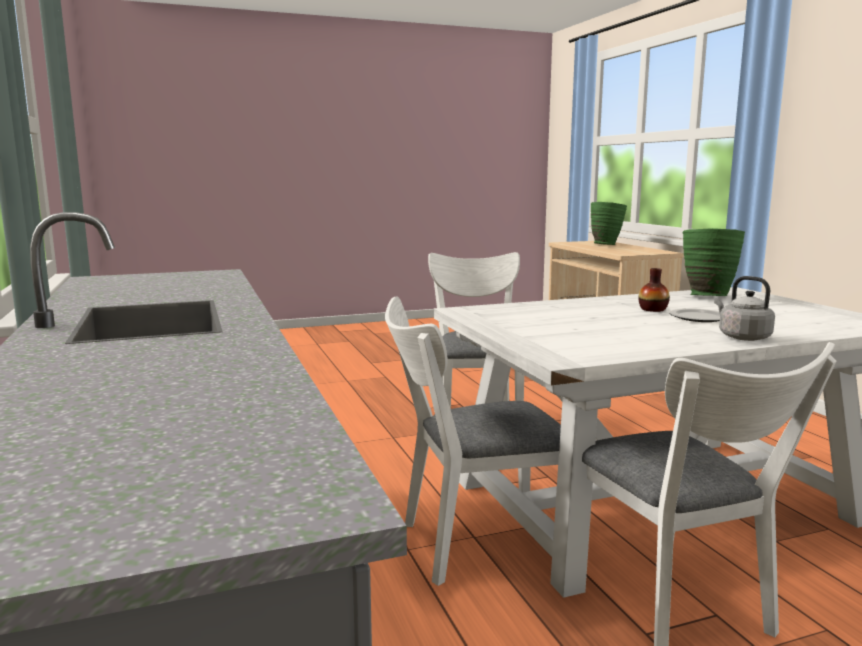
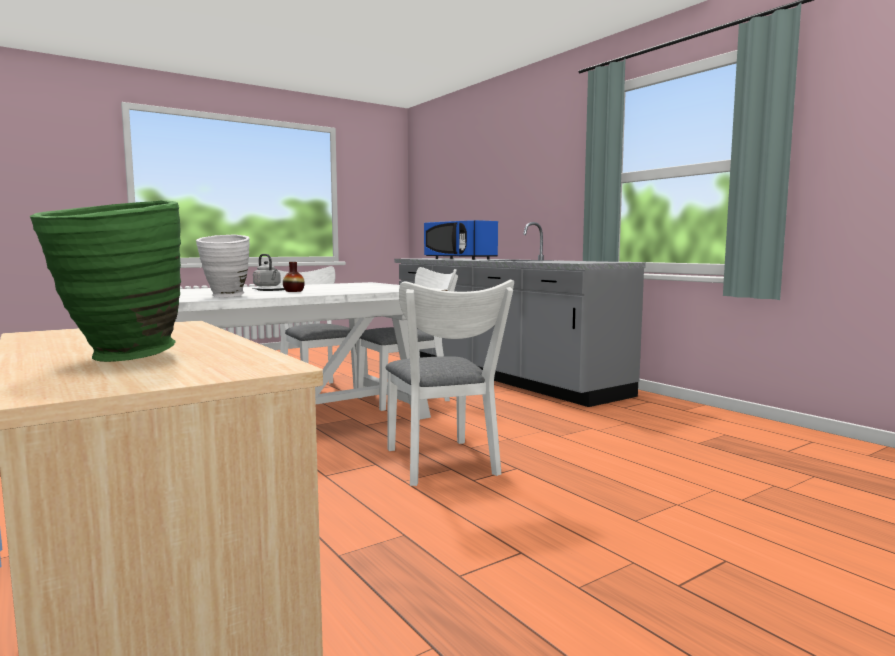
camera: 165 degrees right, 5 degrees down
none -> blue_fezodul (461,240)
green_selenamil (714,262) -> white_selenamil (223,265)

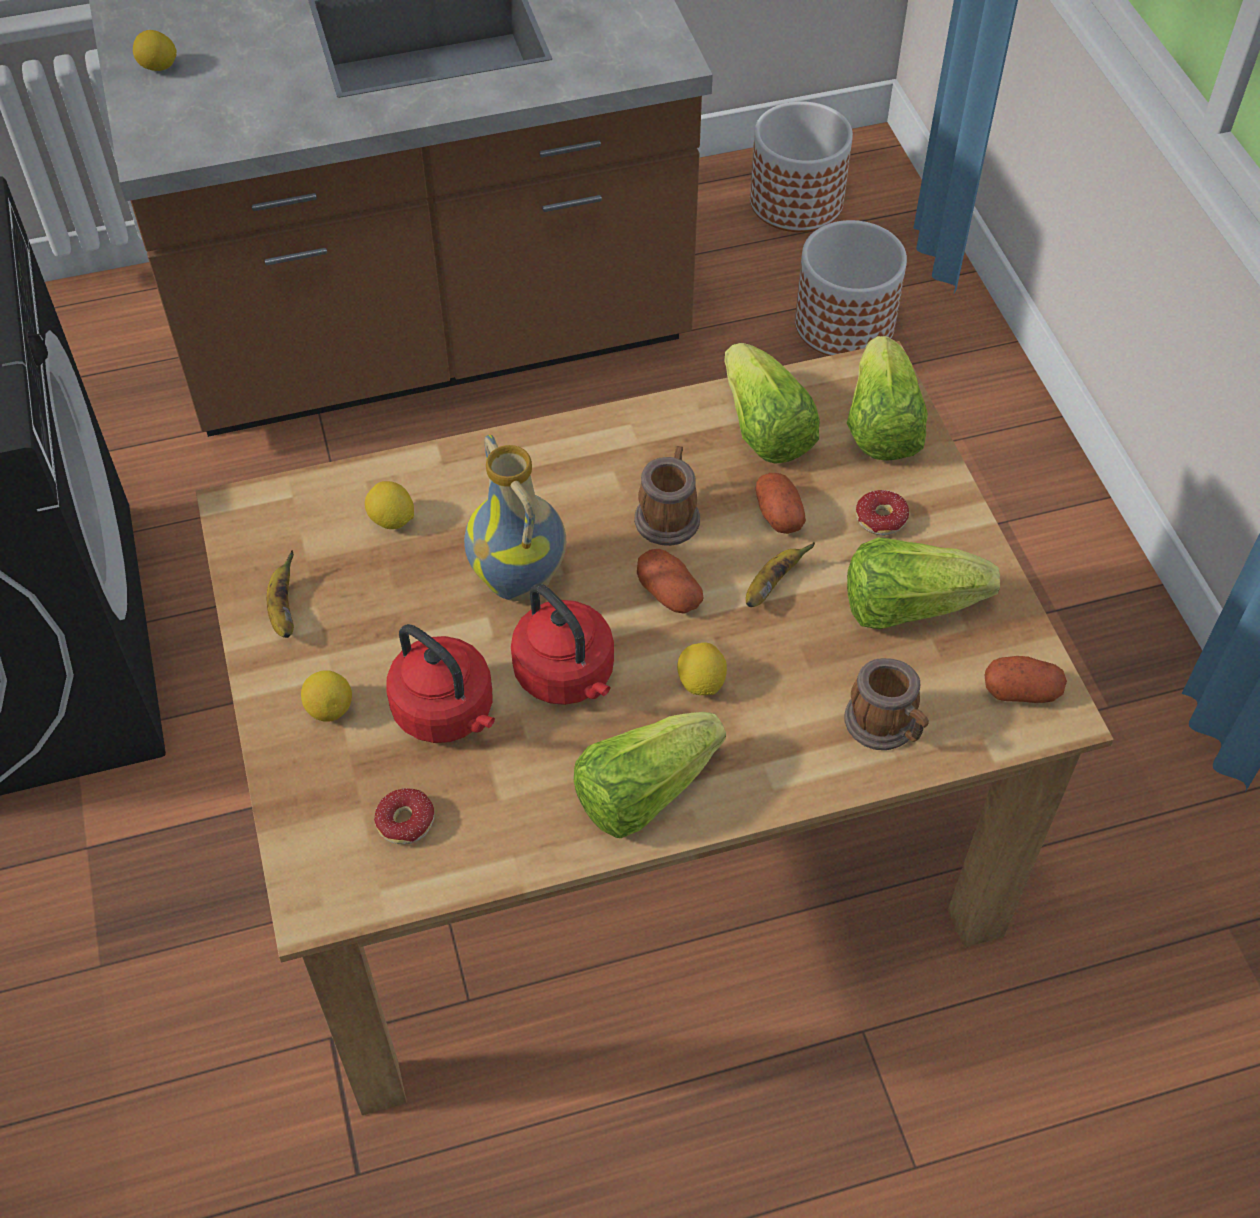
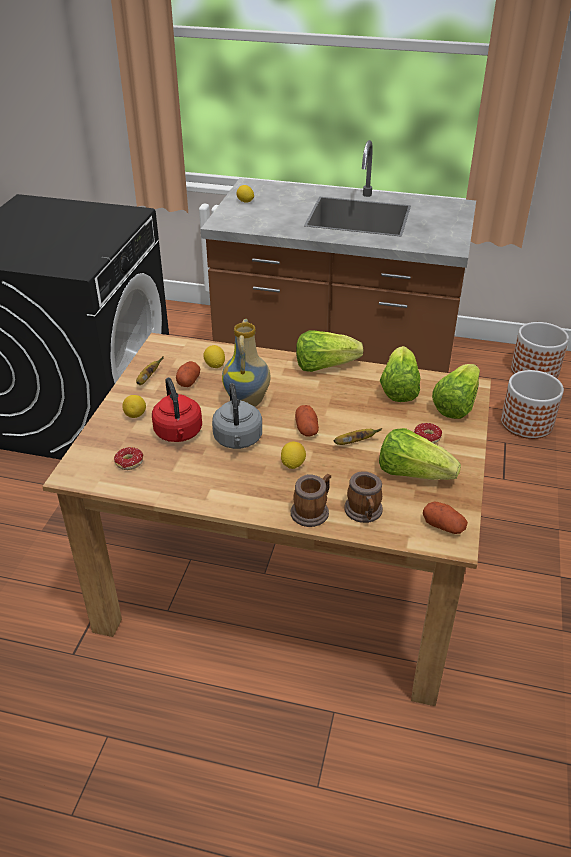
camera: 30 degrees right, 15 degrees down
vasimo (650,775) -> vasimo (330,351), moved
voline (667,496) -> voline (311,500), moved
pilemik (781,503) -> pilemik (188,374), moved
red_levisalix (562,644) -> grey_levisalix (237,416)

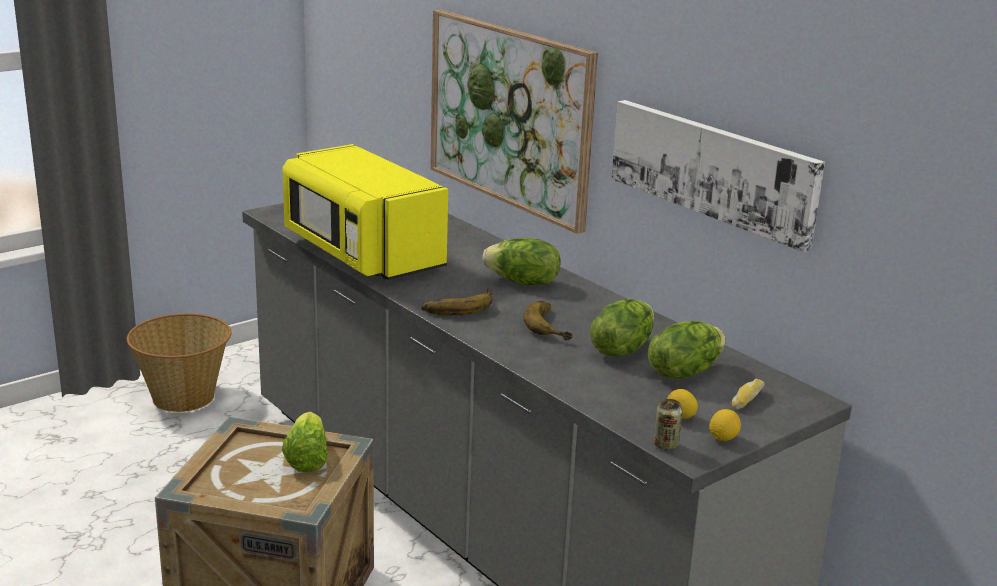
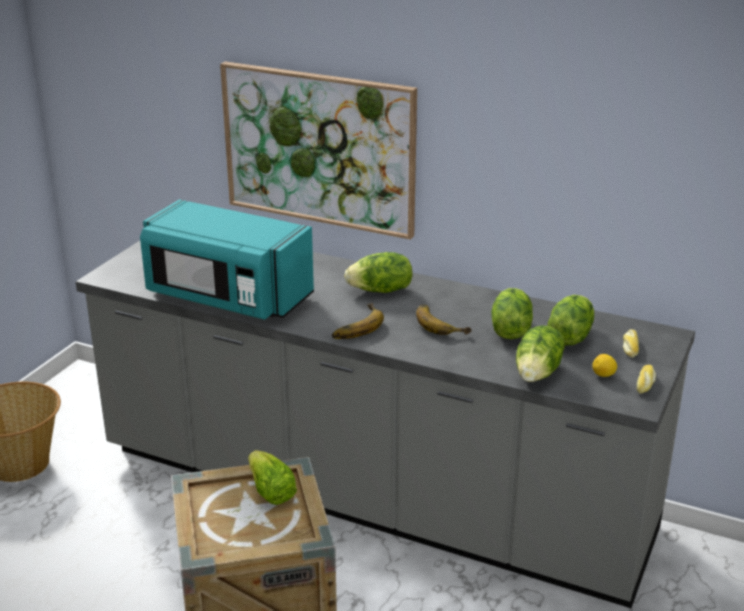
camera: 25 degrees left, 5 degrees up
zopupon (718,176) -> none
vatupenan (668,424) -> none
none -> vasimo (540,353)
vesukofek (725,425) -> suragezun (646,379)
yellow_fezodul (365,212) -> turquoise_fezodul (227,259)

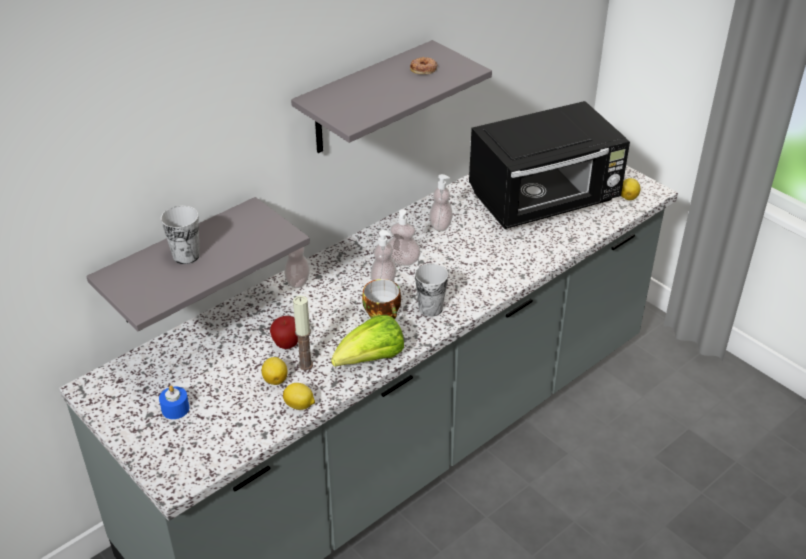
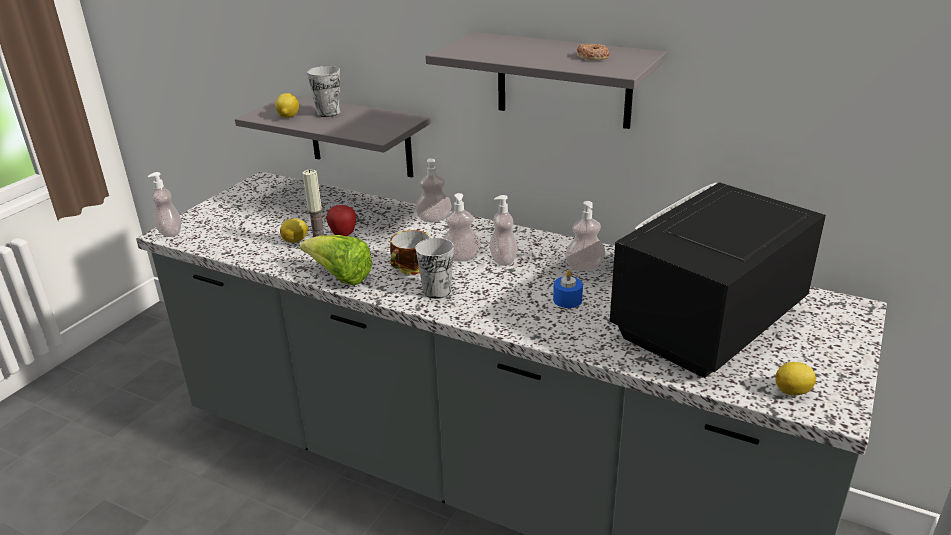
camera: 70 degrees right, 10 degrees down
none -> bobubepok (164,204)
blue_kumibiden (174,402) -> blue_kumibiden (568,289), moved
vesukofek (299,396) -> vesukofek (287,105), moved
black_fezodul (549,165) -> black_fezodul (718,280), 90 degrees clockwise

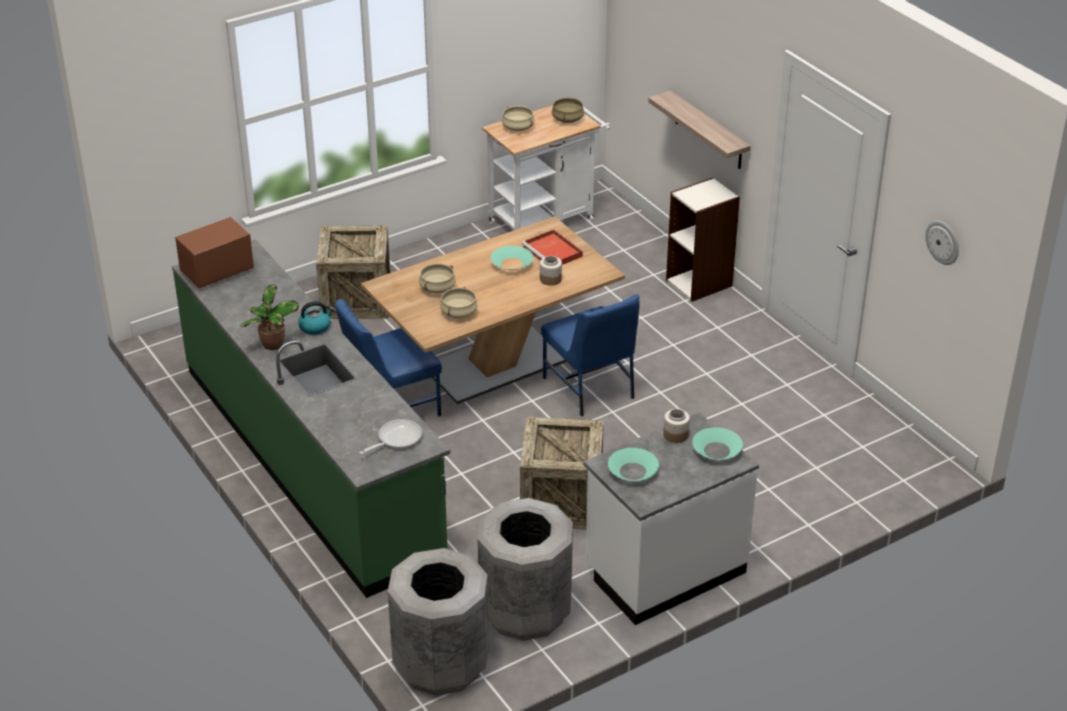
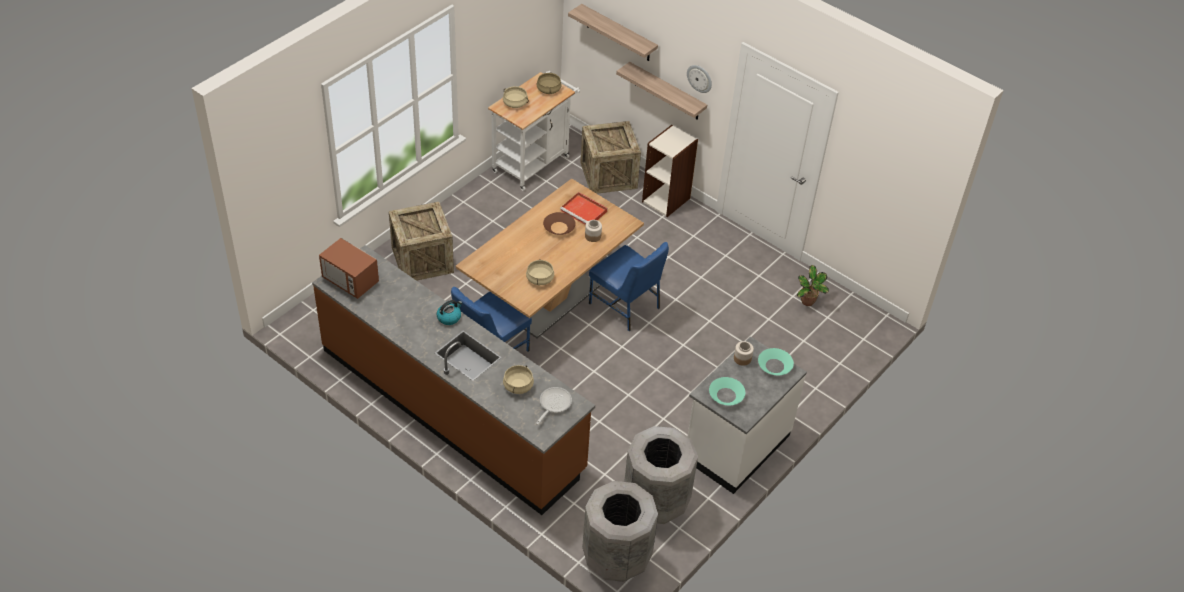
camera: 20 degrees left, 10 degrees up
none -> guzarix (613,32)
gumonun (269,317) -> gumonun (813,285), moved
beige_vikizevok (437,278) -> beige_vikizevok (518,379), moved
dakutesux (562,473) -> dakutesux (610,157), moved
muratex (942,242) -> muratex (699,79), moved
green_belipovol (311,418) -> brown_belipovol (453,380)
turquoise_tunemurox (512,258) -> brown_tunemurox (559,223)
fezodul (214,252) -> fezodul (349,268), 90 degrees counterclockwise

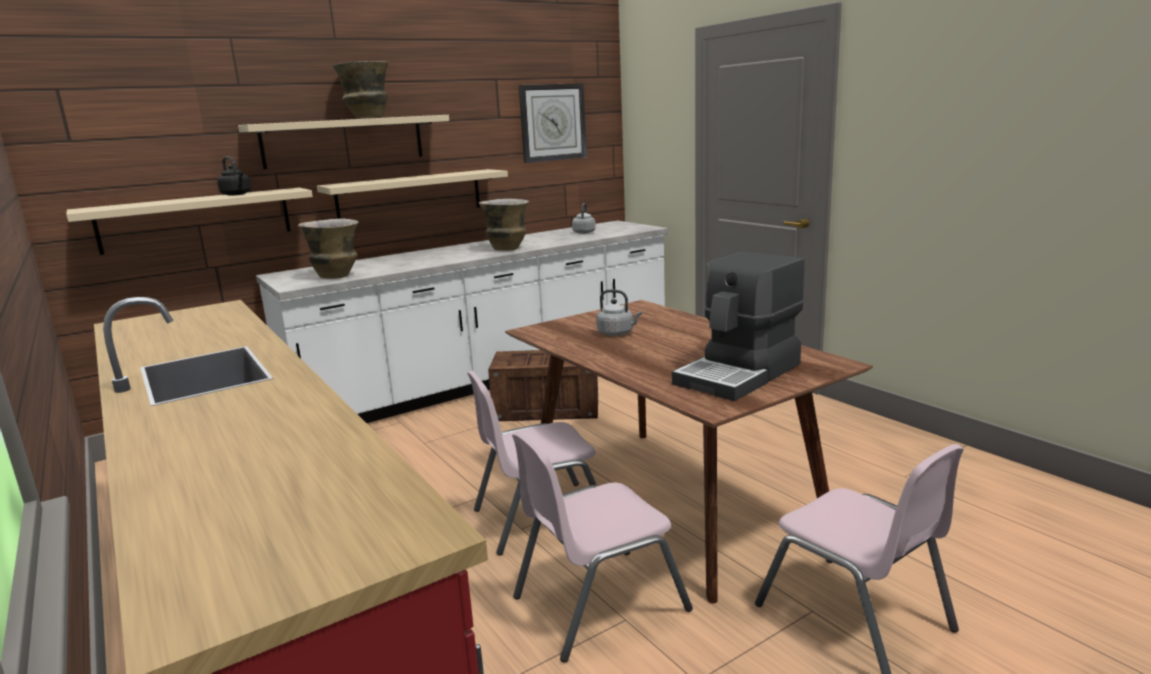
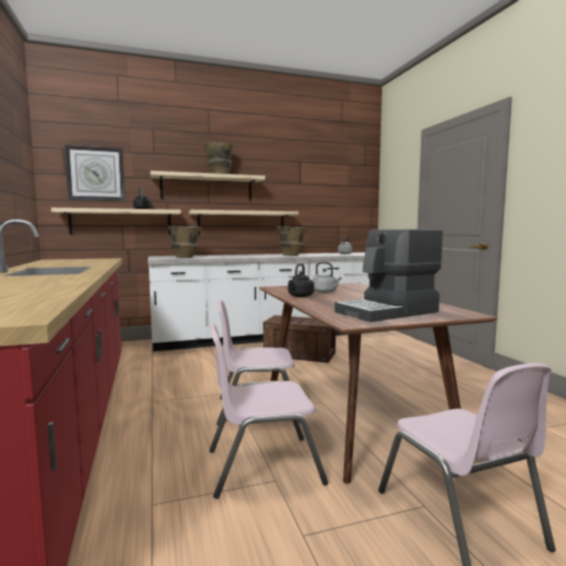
camera: 15 degrees right, 10 degrees down
none -> black_levisalix (301,280)
muratex (553,123) -> muratex (95,173), moved

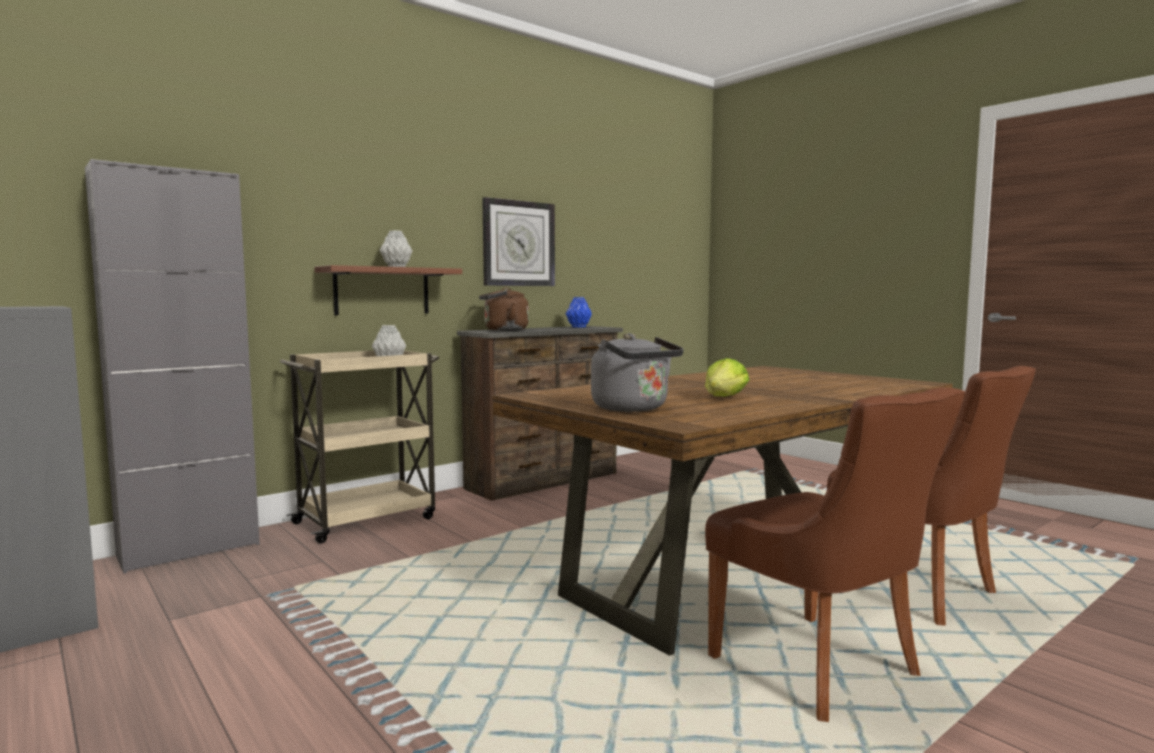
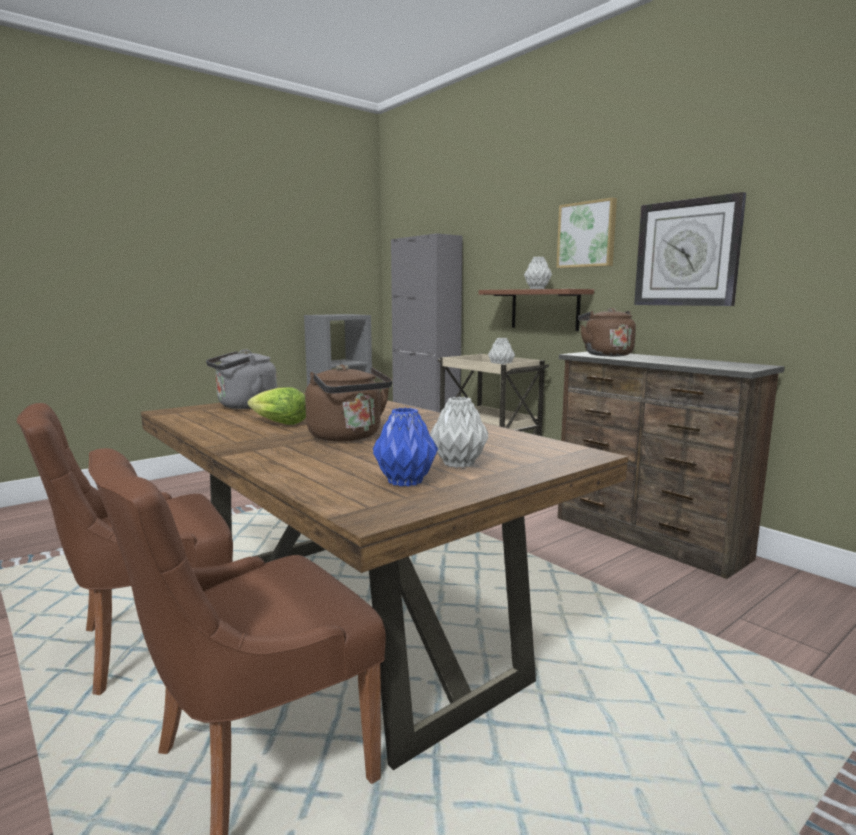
camera: 90 degrees right, 5 degrees up
none -> brown_levisalix (348,403)
none -> grey_selenamil (459,432)
none -> zopupon (586,232)
blue_selenamil (579,312) -> blue_selenamil (405,447), moved

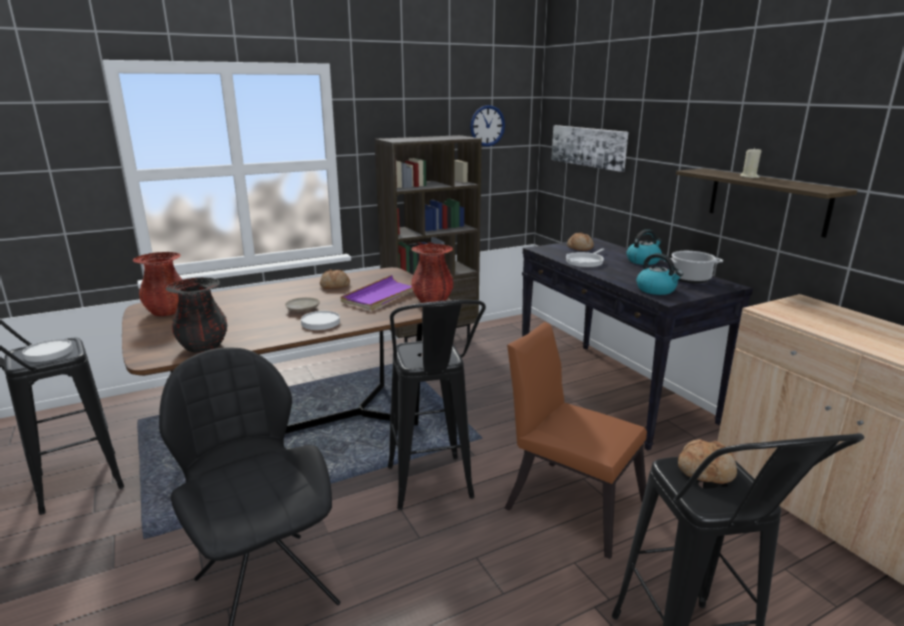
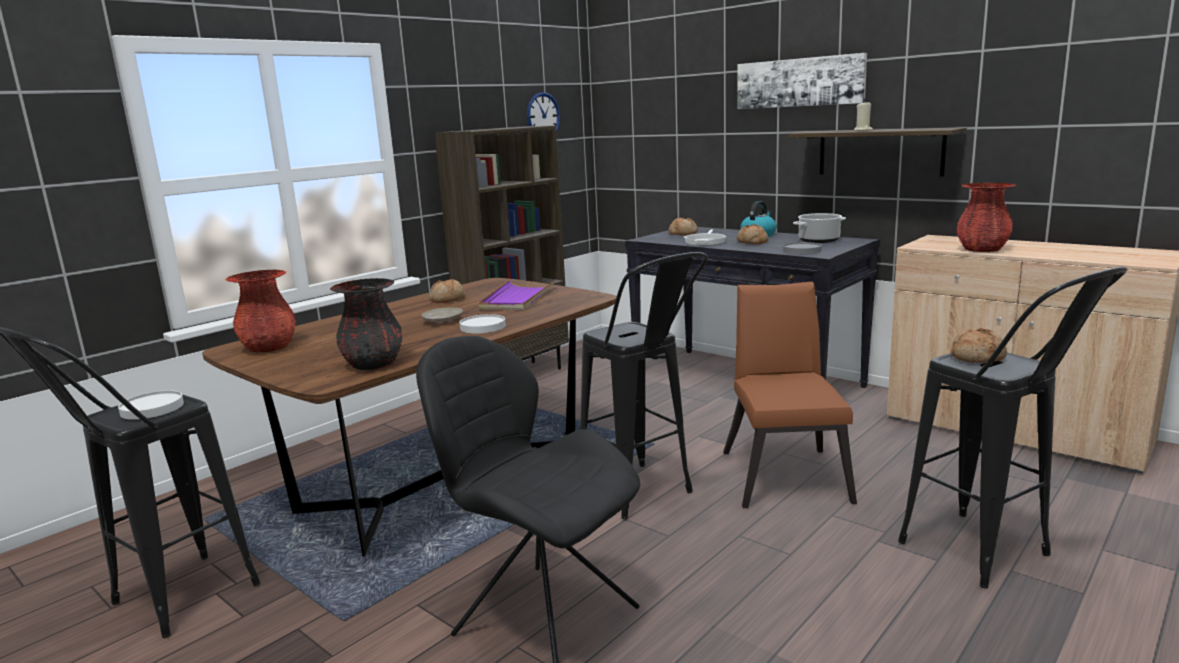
camera: 20 degrees left, 5 degrees down
none -> suragezun (752,234)
red_selenamil (432,273) -> red_selenamil (986,217), moved
zopupon (589,148) -> zopupon (802,81), moved
levisalix (659,274) -> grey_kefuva (802,248)
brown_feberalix (576,440) -> brown_feberalix (790,395), 75 degrees clockwise

